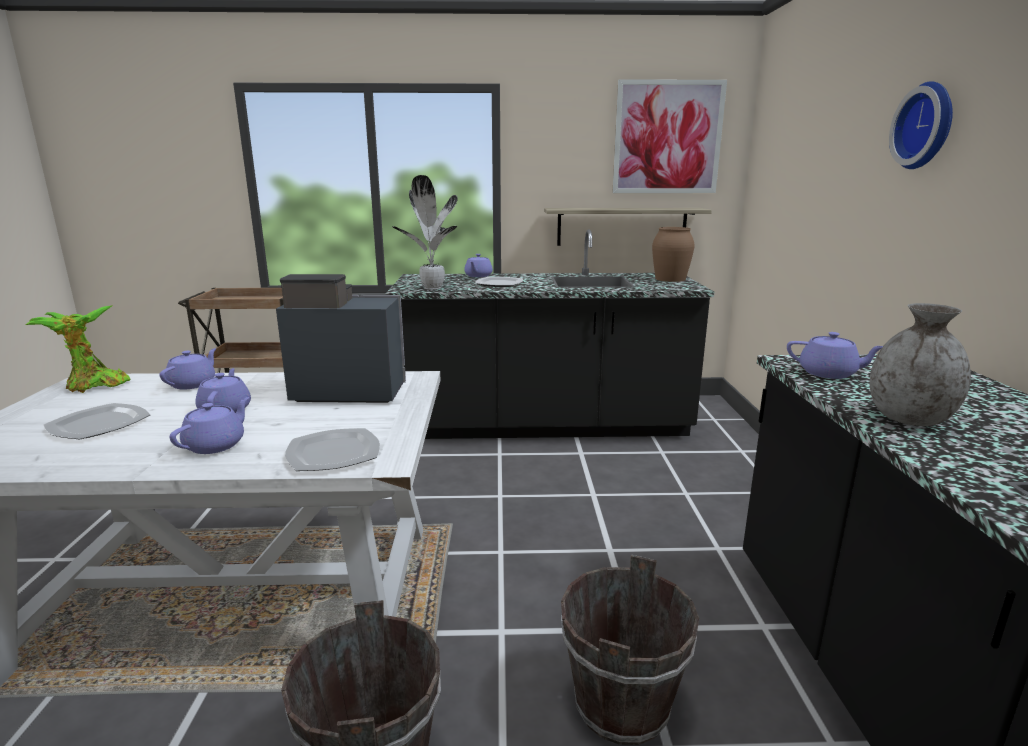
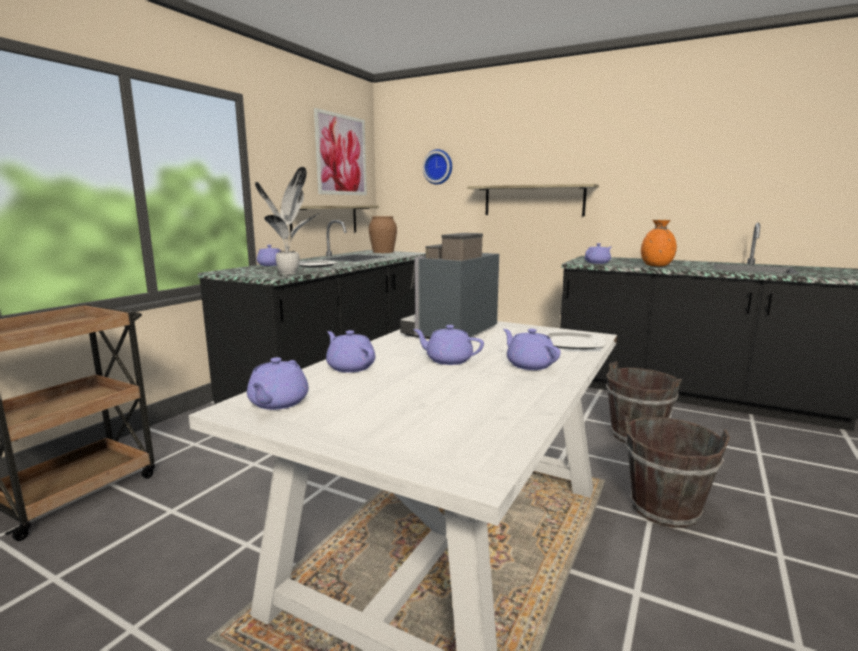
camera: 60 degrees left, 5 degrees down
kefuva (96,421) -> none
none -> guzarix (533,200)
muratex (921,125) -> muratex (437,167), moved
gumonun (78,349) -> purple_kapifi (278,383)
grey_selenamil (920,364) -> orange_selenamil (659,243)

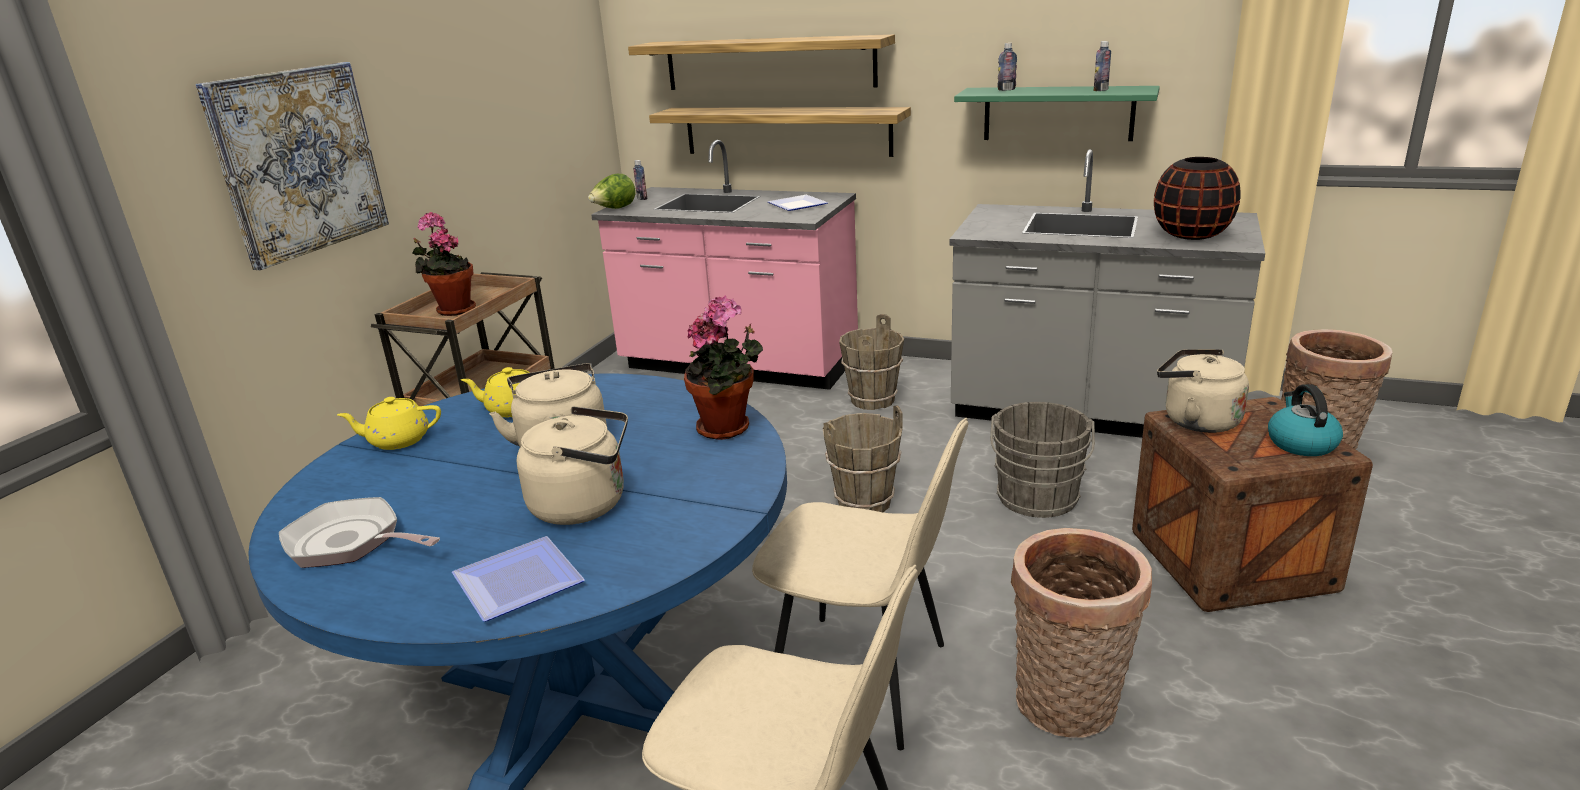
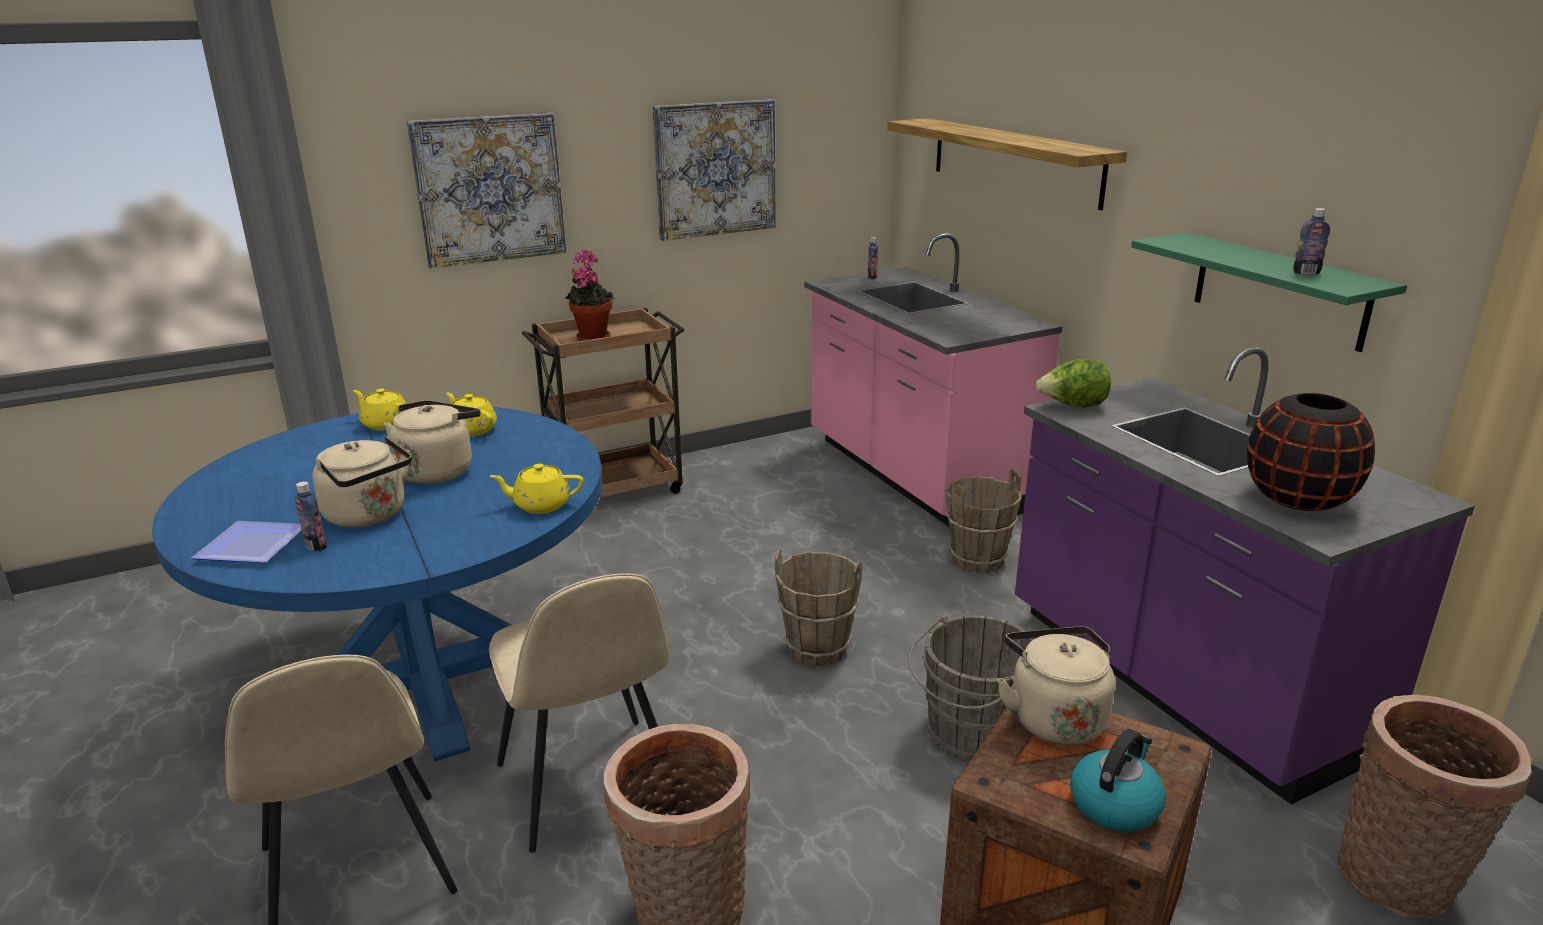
camera: 40 degrees right, 0 degrees up
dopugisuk (359,532) -> none
guzarix (780,132) -> none
kefuva (798,203) -> none
none -> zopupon (714,170)
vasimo (611,191) -> vasimo (1073,383), moved
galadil (1007,67) -> galadil (310,516), moved
gumonun (723,368) -> yellow_kapifi (537,489)
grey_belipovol (1107,293) -> purple_belipovol (1245,575)

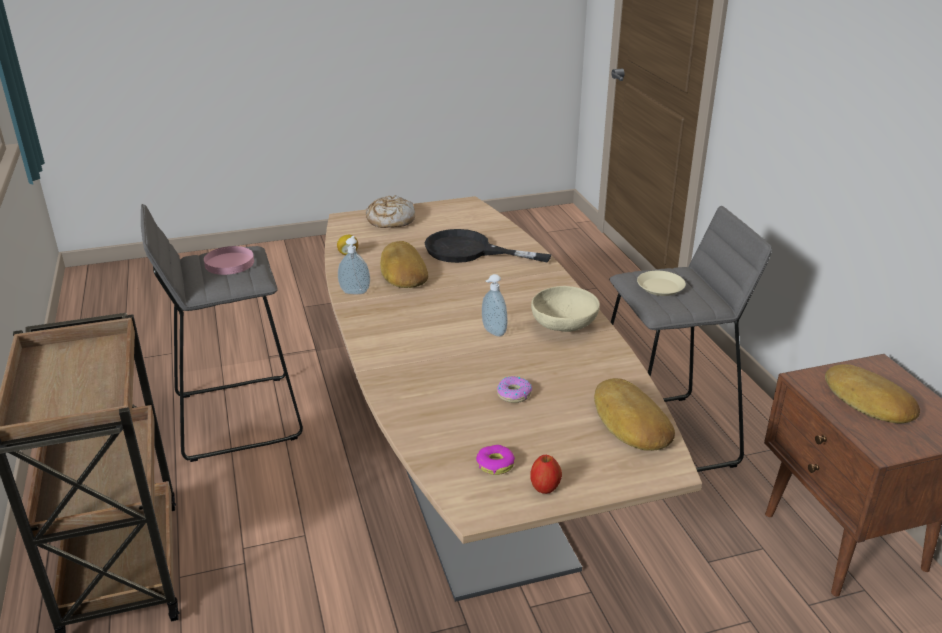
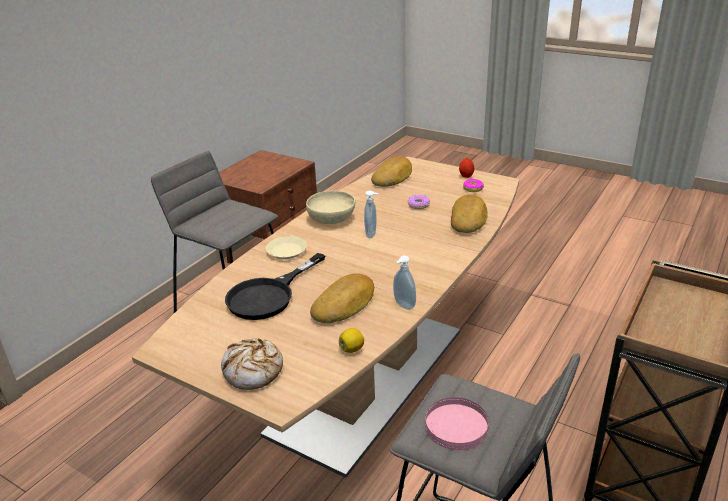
camera: 130 degrees left, 0 degrees up
beige_kefuva (661,283) -> beige_kefuva (286,247), moved
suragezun (872,394) -> suragezun (469,214), moved
black_dopugisuk (488,246) -> black_dopugisuk (275,286), 60 degrees clockwise

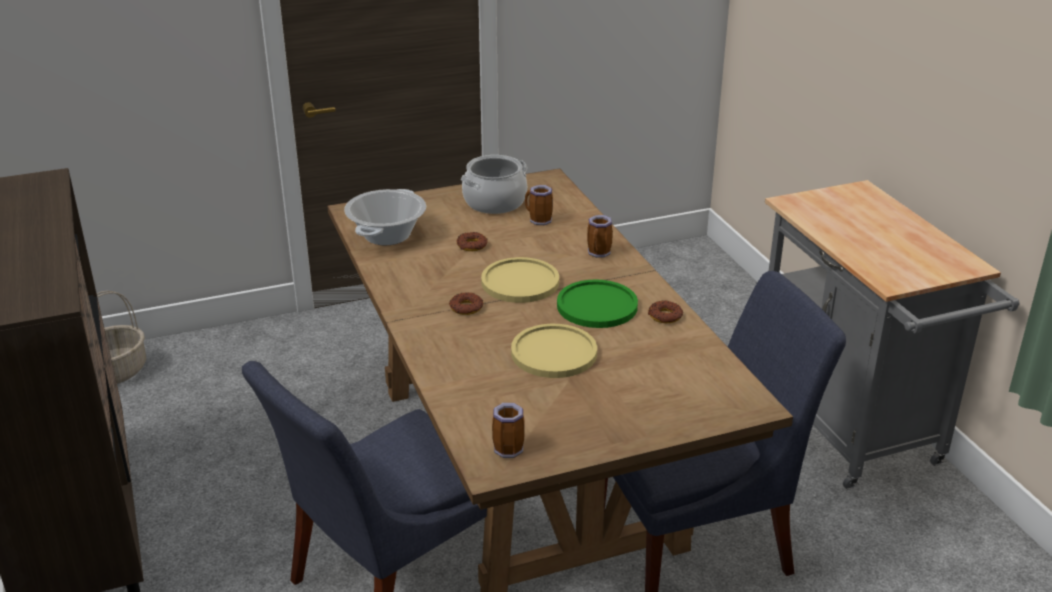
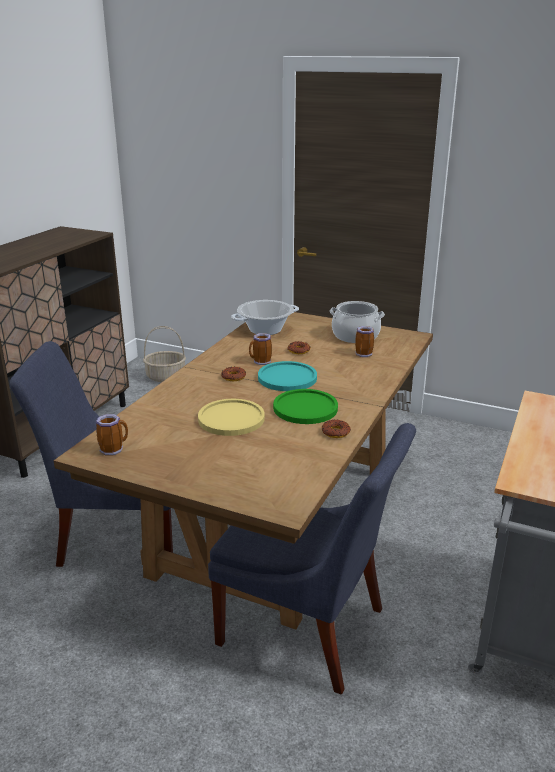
camera: 45 degrees right, 5 degrees down
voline (600,236) -> voline (260,349), moved
yellow_kefuva (520,280) -> turquoise_kefuva (287,376)

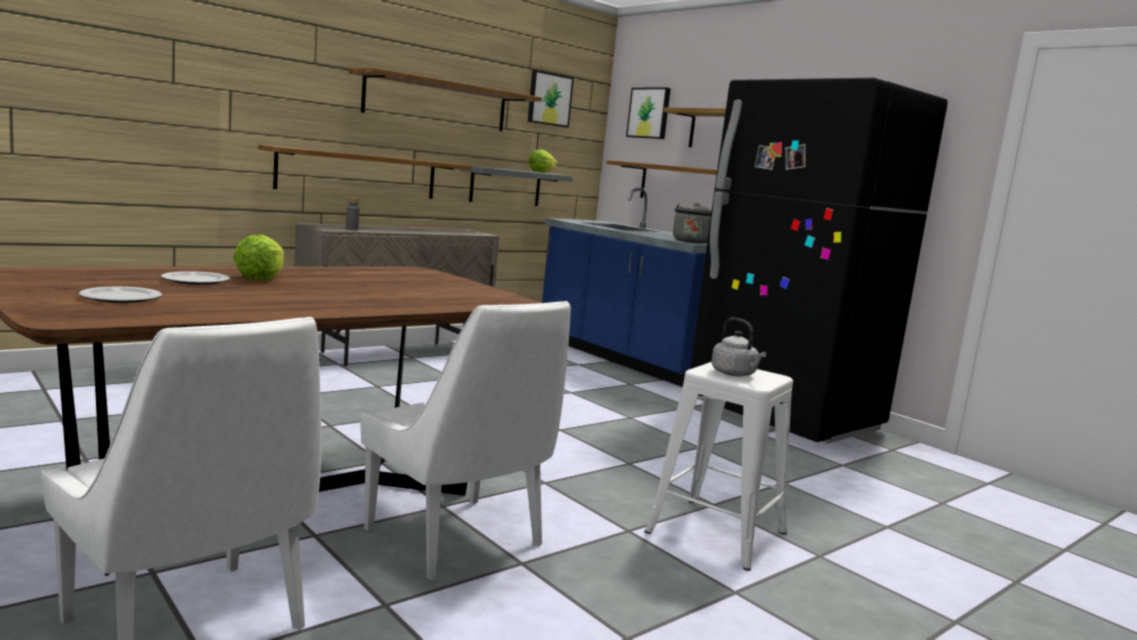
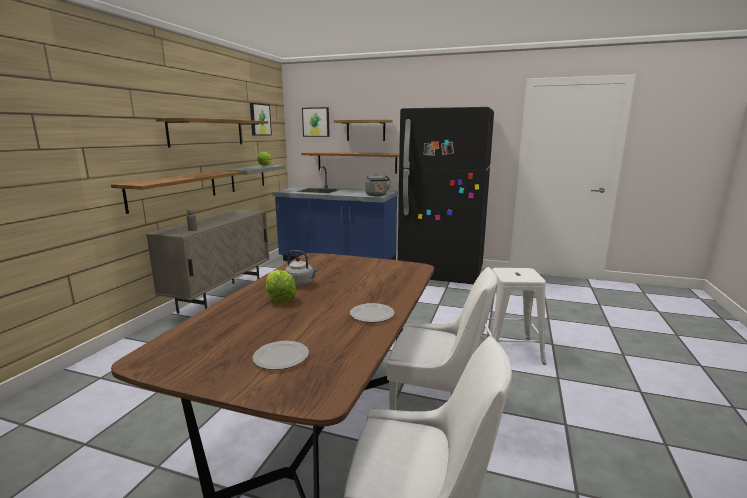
camera: 30 degrees left, 5 degrees up
kefuva (195,278) -> kefuva (372,313), moved
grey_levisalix (738,347) -> grey_levisalix (301,268), moved

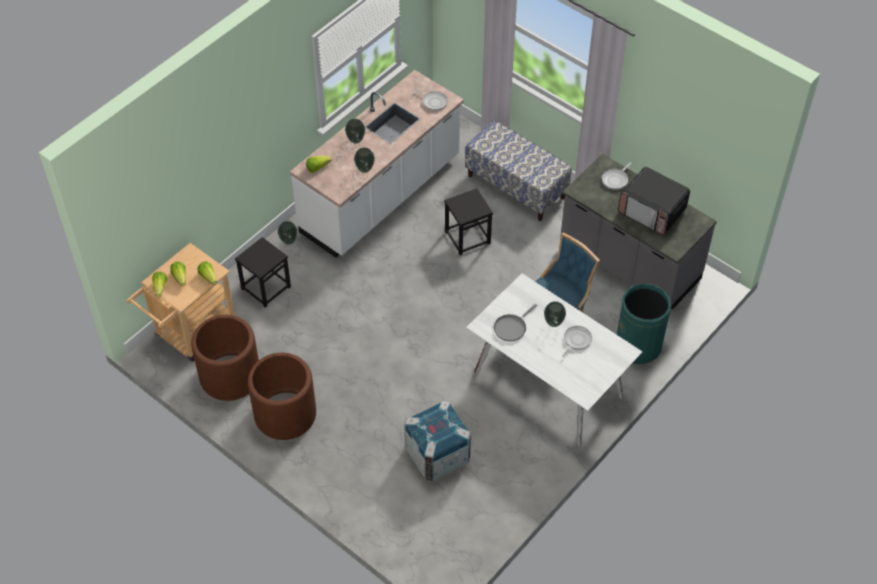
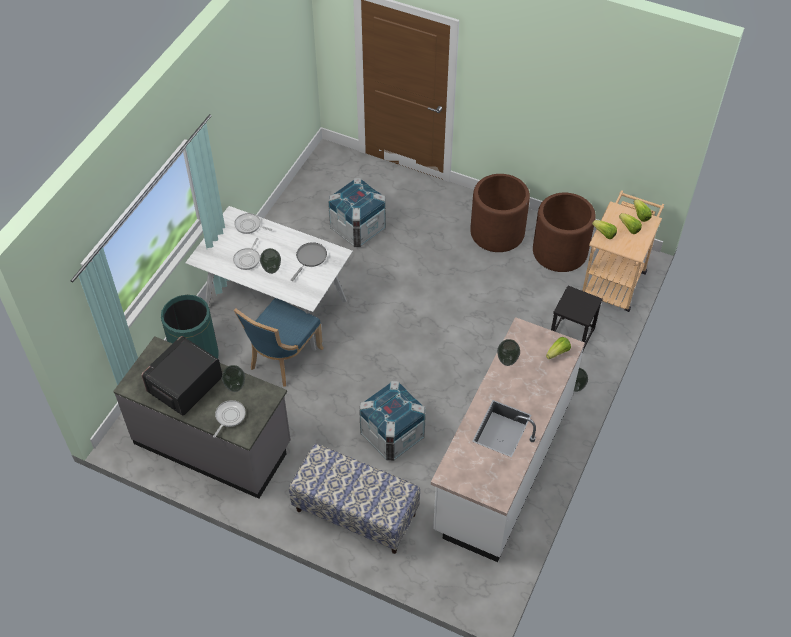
camera: 165 degrees right, 0 degrees up
selenamil (355,131) -> selenamil (233,378), moved
dopugisuk (431,99) -> dopugisuk (253,223), moved
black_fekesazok (468,221) -> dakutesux (392,421)
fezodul (654,201) -> fezodul (181,376), 75 degrees counterclockwise

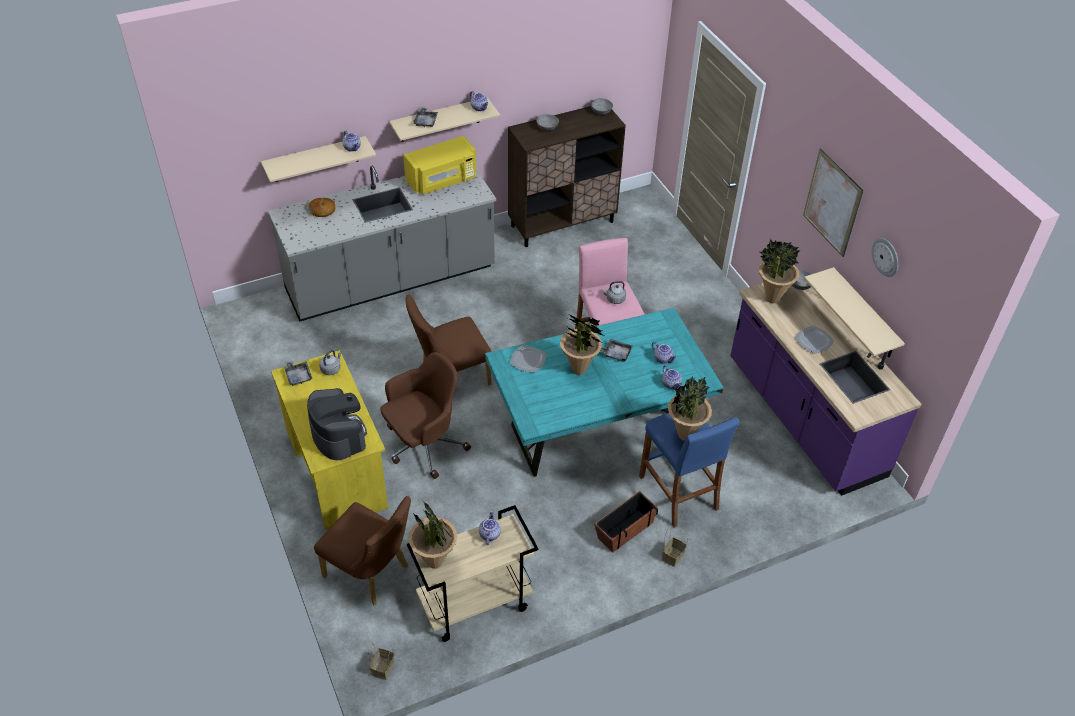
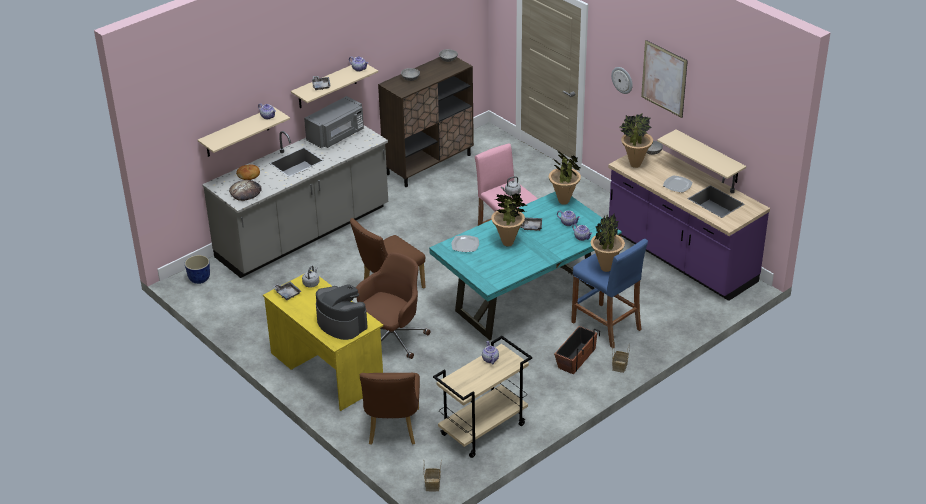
camera: 15 degrees left, 10 degrees down
none -> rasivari (197,269)
none -> suragezun (245,190)
gumonun (433,535) -> gumonun (565,177), moved
muratex (885,257) -> muratex (622,80), moved
yellow_fezodul (439,165) -> grey_fezodul (334,122)
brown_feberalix (362,550) -> brown_feberalix (390,409), 75 degrees clockwise

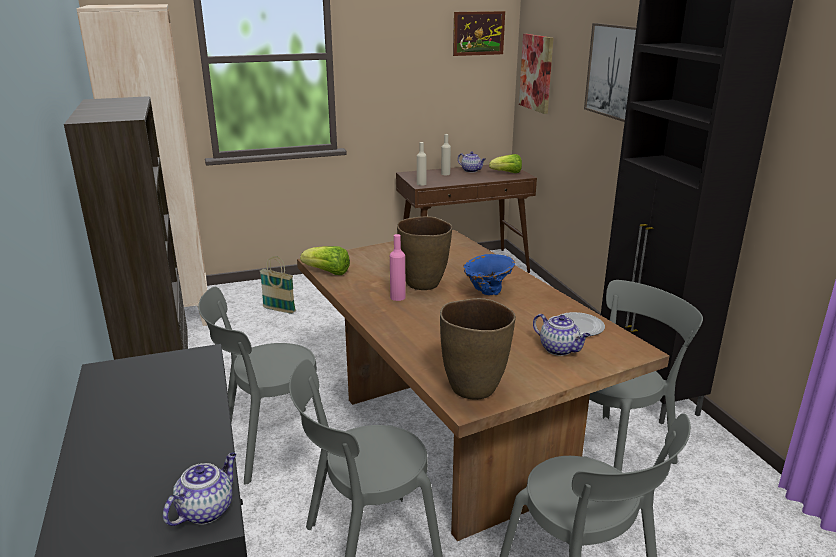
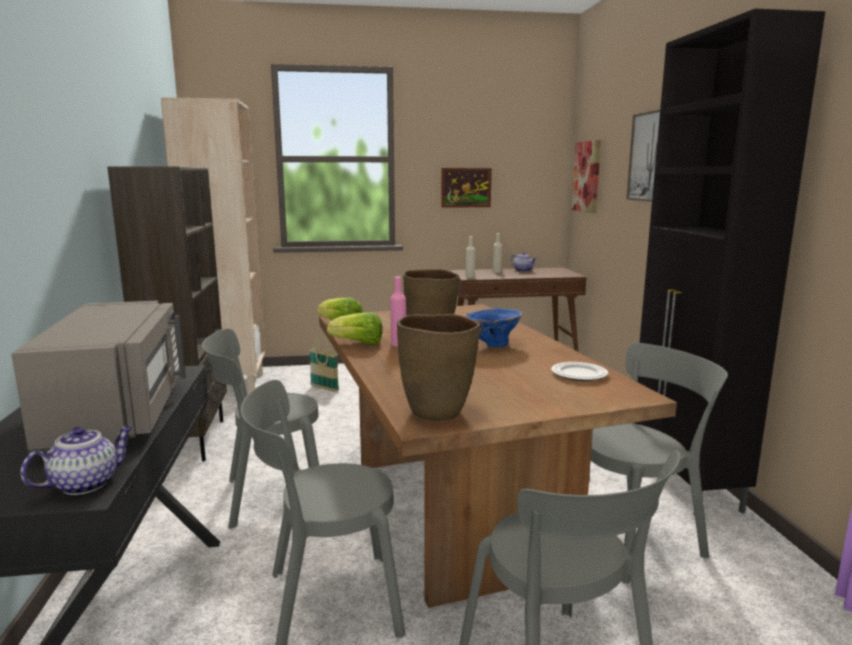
camera: 10 degrees right, 10 degrees down
kapifi (562,335) -> none
none -> grey_fezodul (98,377)
zopupon (479,33) -> zopupon (466,188), moved
vasimo (505,163) -> vasimo (354,328), moved

